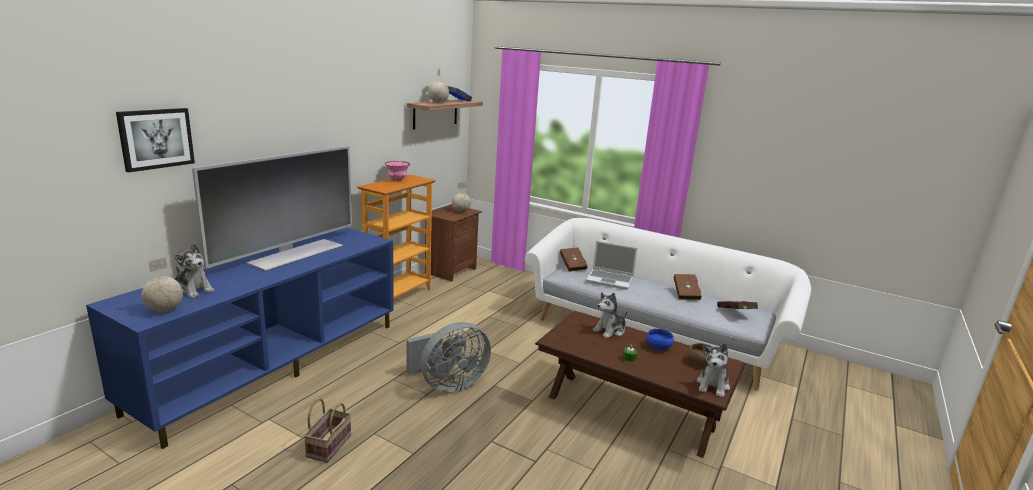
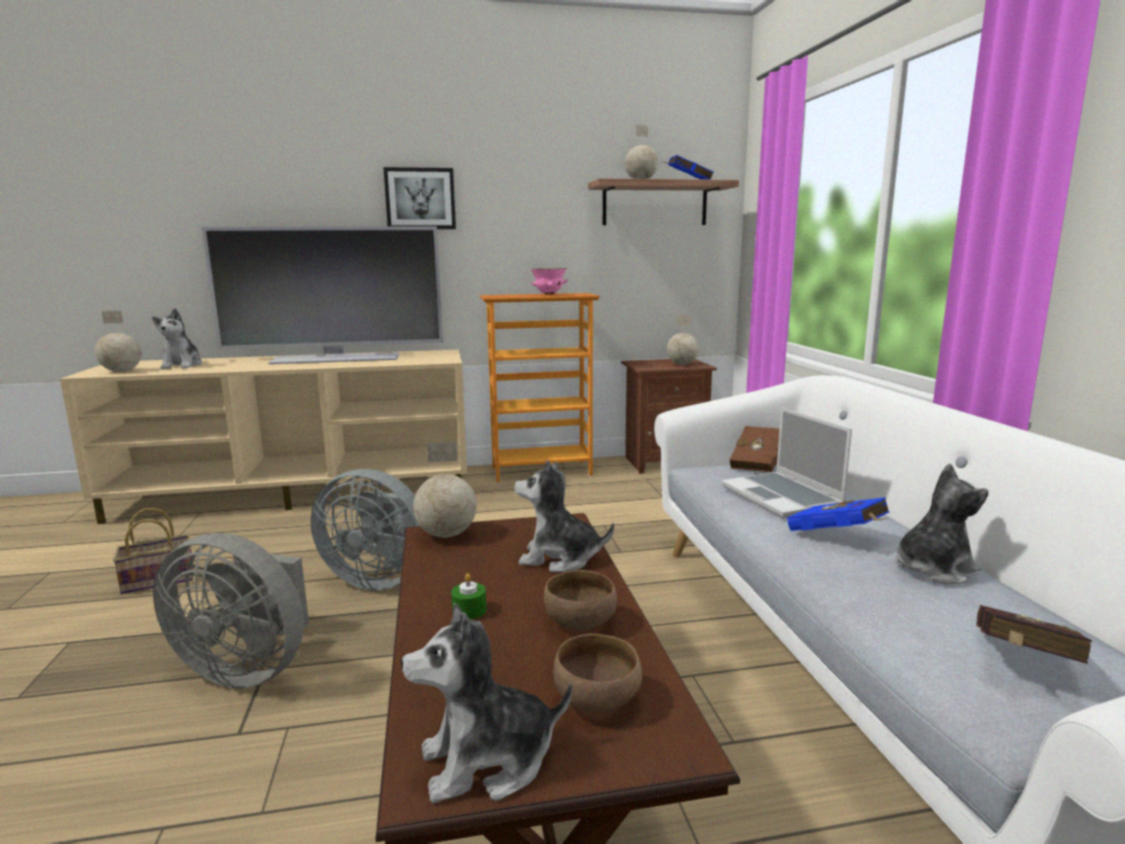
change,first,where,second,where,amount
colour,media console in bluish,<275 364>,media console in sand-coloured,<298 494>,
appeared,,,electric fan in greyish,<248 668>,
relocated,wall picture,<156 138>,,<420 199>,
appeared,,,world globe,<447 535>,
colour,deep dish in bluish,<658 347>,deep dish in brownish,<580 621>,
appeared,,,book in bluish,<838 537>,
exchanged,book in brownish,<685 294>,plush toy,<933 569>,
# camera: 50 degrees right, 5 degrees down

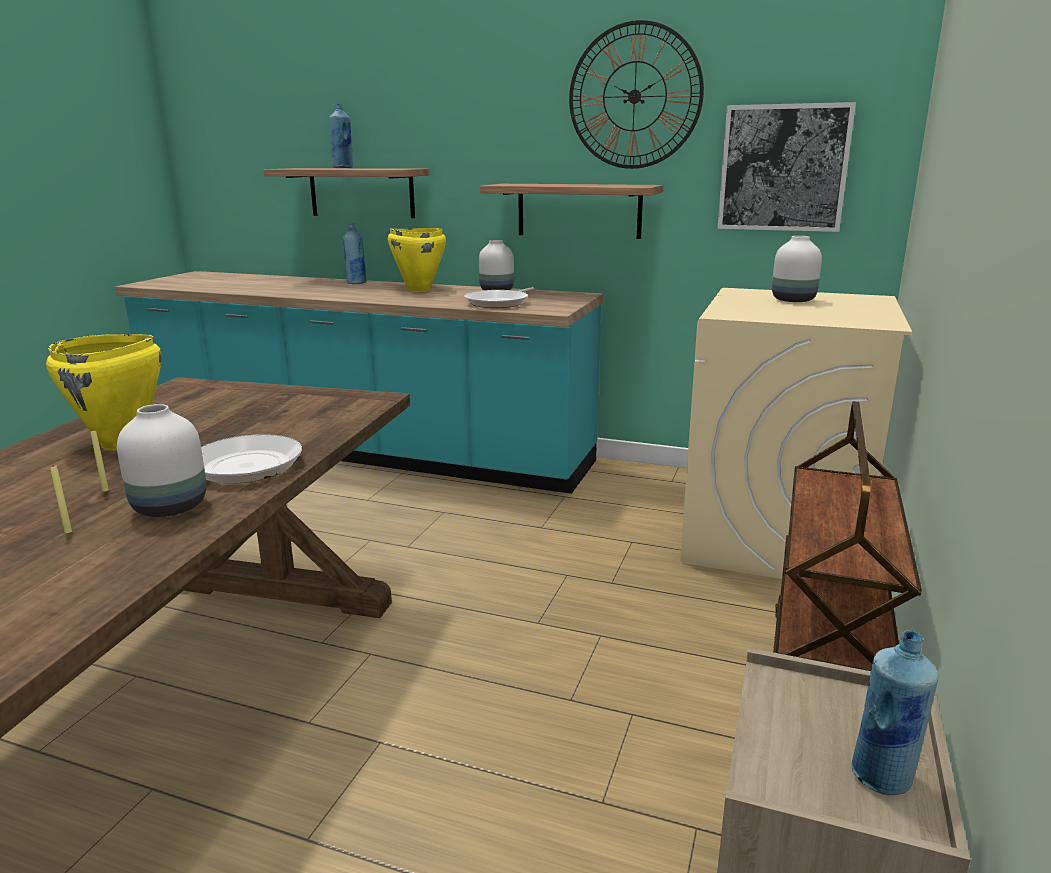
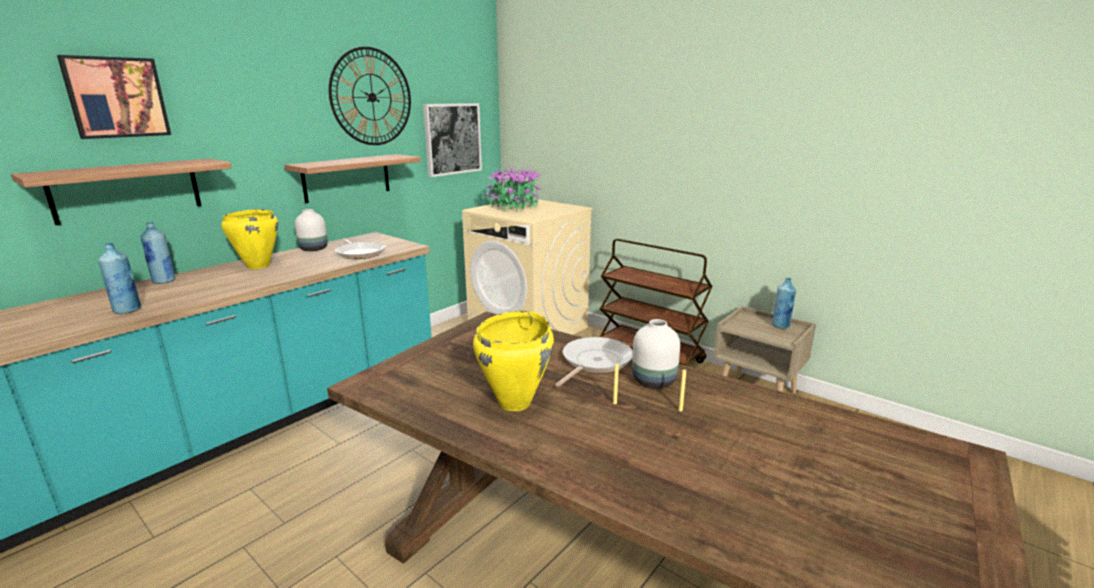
change,first,where,second,where,amount
appeared,,,wall picture,<116 97>,
relocated,drink bottle in bluish,<343 168>,,<127 310>,
exchanged,decorative vase in white,<792 300>,potted plant,<513 207>,
# camera: 70 degrees left, 0 degrees up

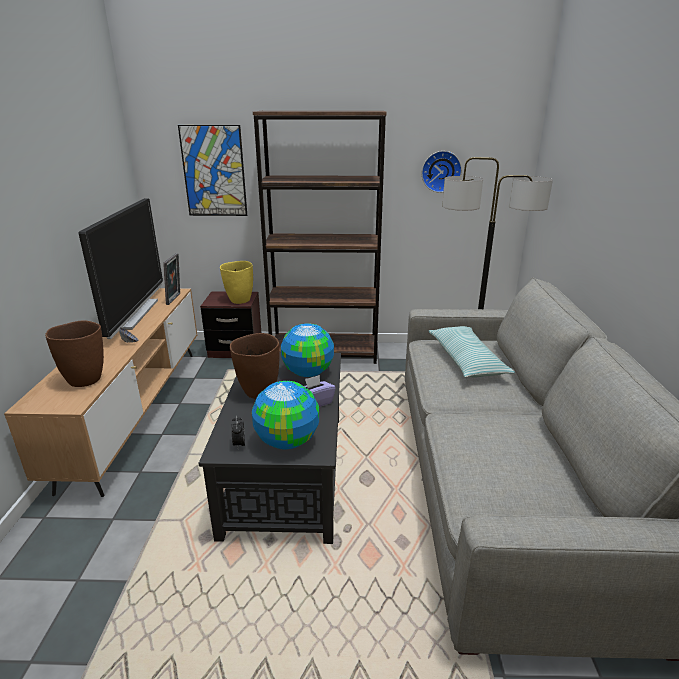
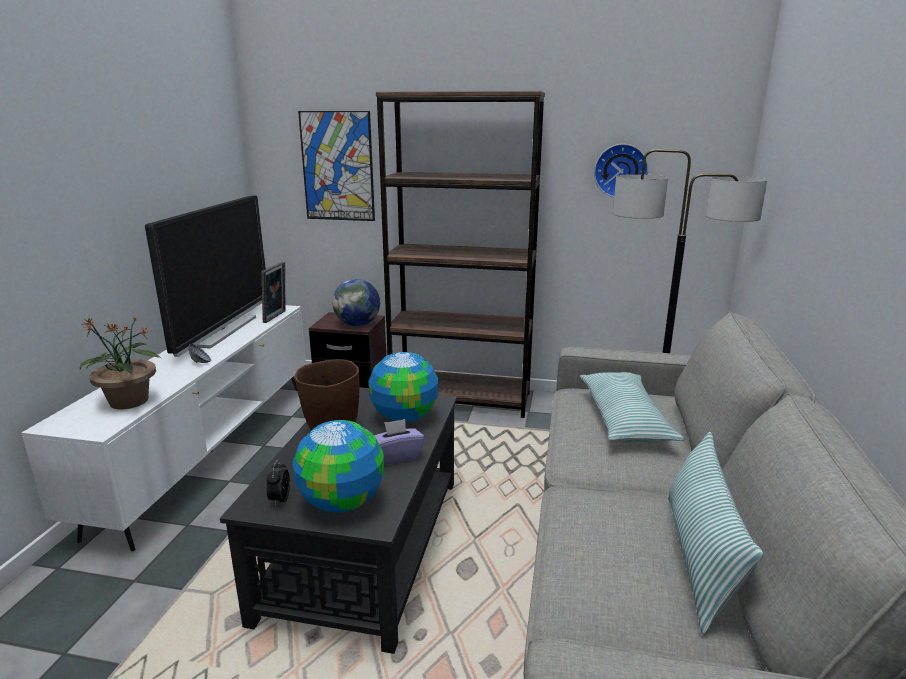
change,first,where,second,where,amount
colour,media console in brownish,<137 411>,media console in white,<211 450>,
exchanged,decorative vase in brownish,<85 380>,potted plant,<129 402>,
exchanged,decorative vase in yellow-coloured,<239 300>,world globe,<357 324>,
appeared,,,pillow,<699 558>,
# camera: 10 degrees right, 5 degrees down

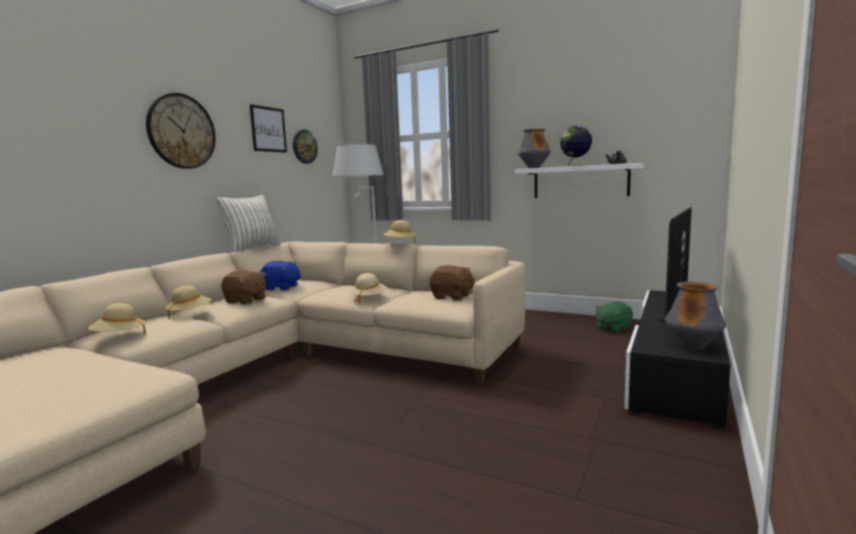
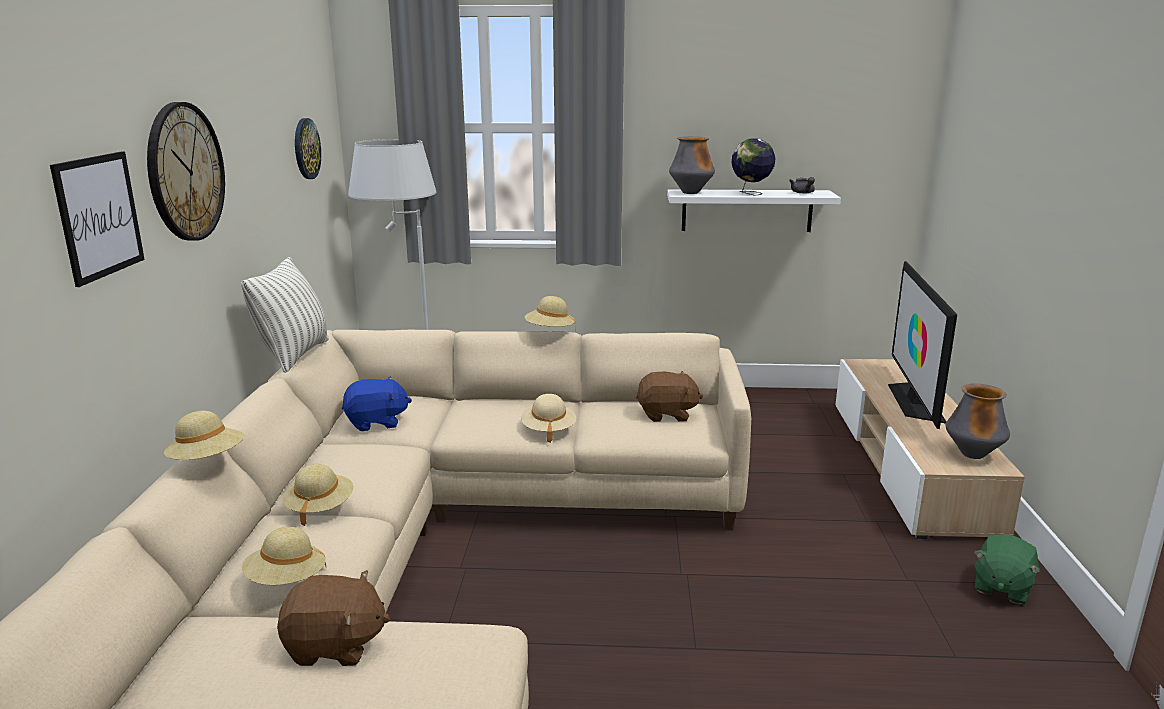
change,first,where,second,where,amount
relocated,wall picture,<268 129>,,<99 216>,
appeared,,,hat in sand-coloured,<208 460>,
relocated,plush toy in brownish,<245 301>,,<335 646>,
colour,media console in black,<675 368>,media console in sand-coloured,<909 464>,
relocated,plush toy in greenish,<613 328>,,<1001 587>,
# camera: 25 degrees left, 10 degrees up

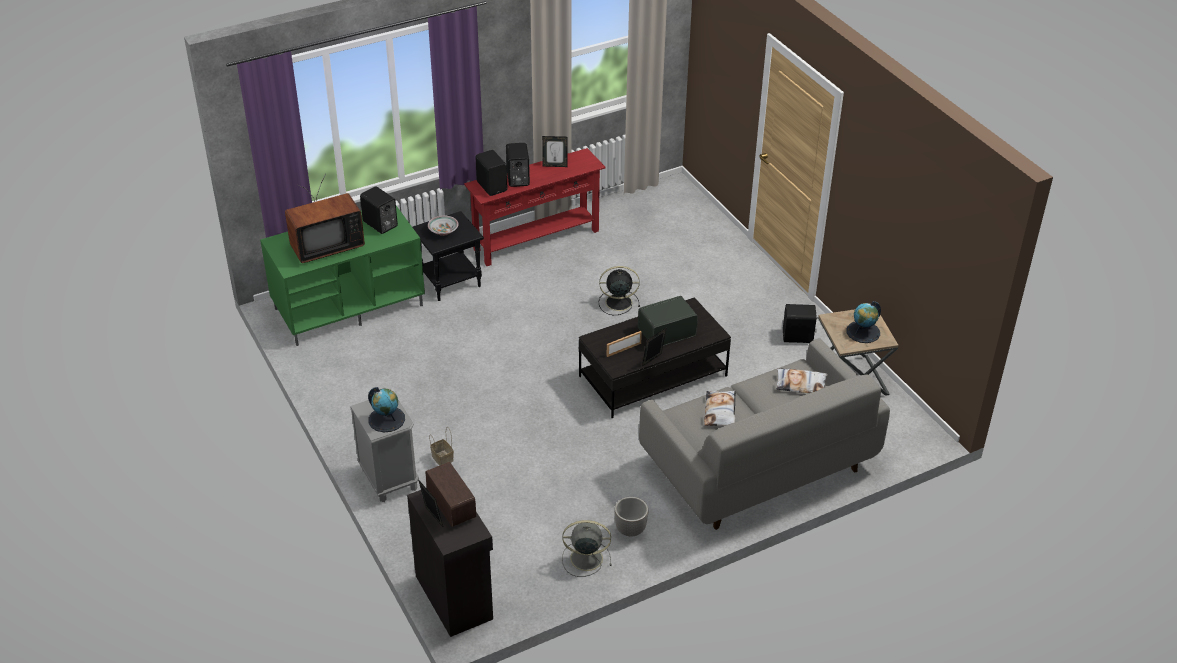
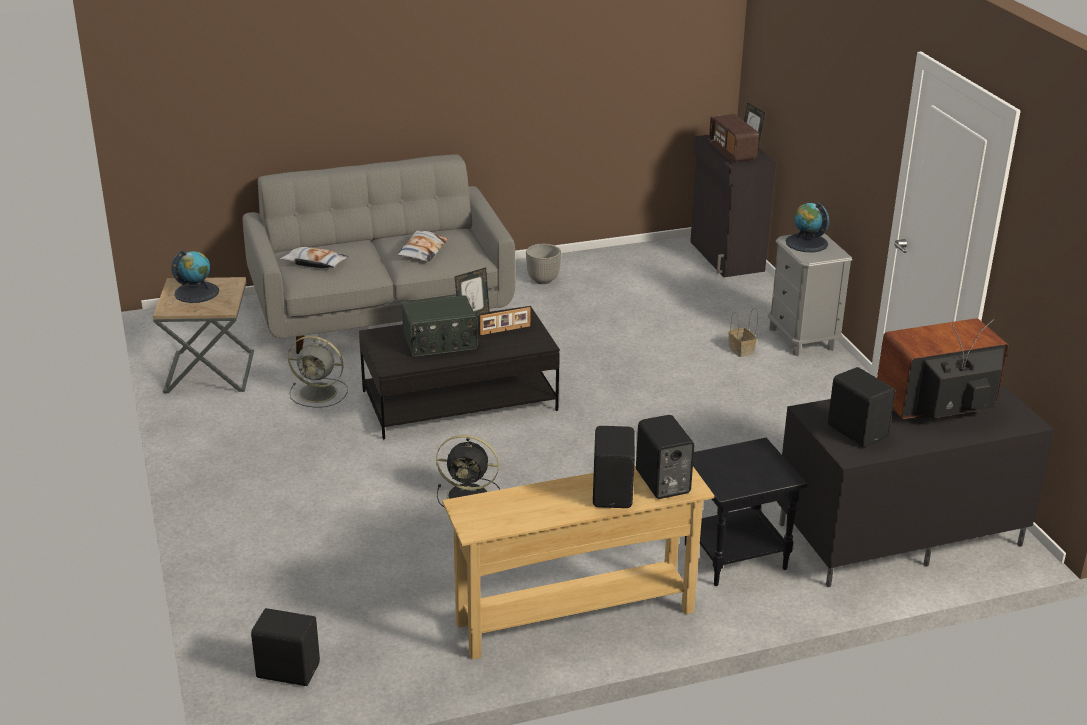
change,first,where,second,where,amount
relocated,loudspeaker in black,<798 337>,,<288 670>,
relocated,electric fan in greyish,<584 558>,,<319 393>,
colour,console table in red-coloured,<536 240>,console table in sand-coloured,<575 617>,
colour,media console in greenish,<349 306>,media console in black,<899 536>,
missing,deep dish,<443 231>,,,
missing,standing frame,<555 165>,,,
# camera: 170 degrees left, 10 degrees down

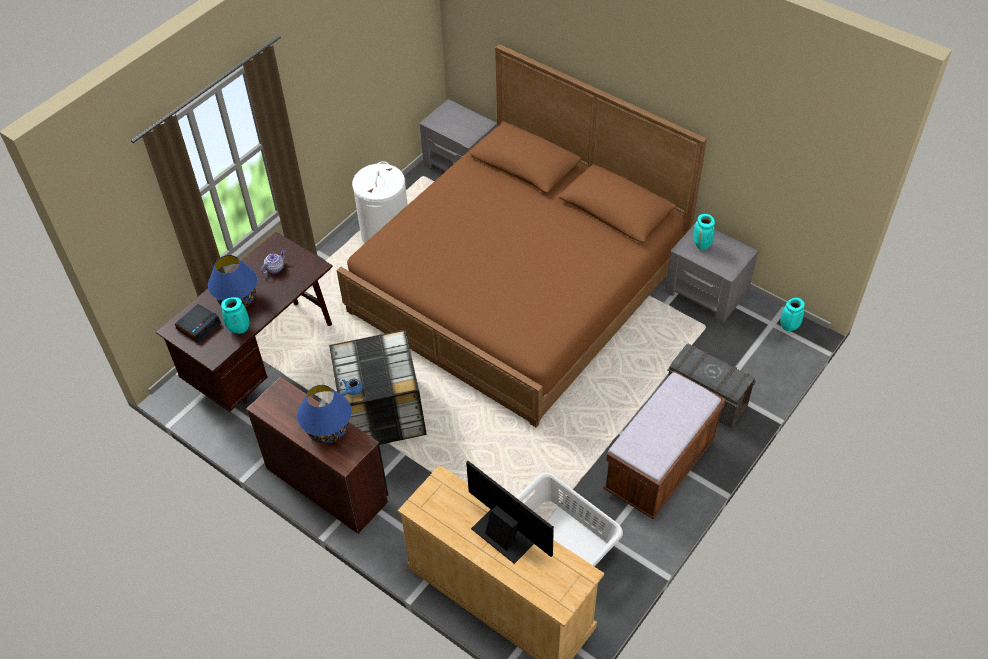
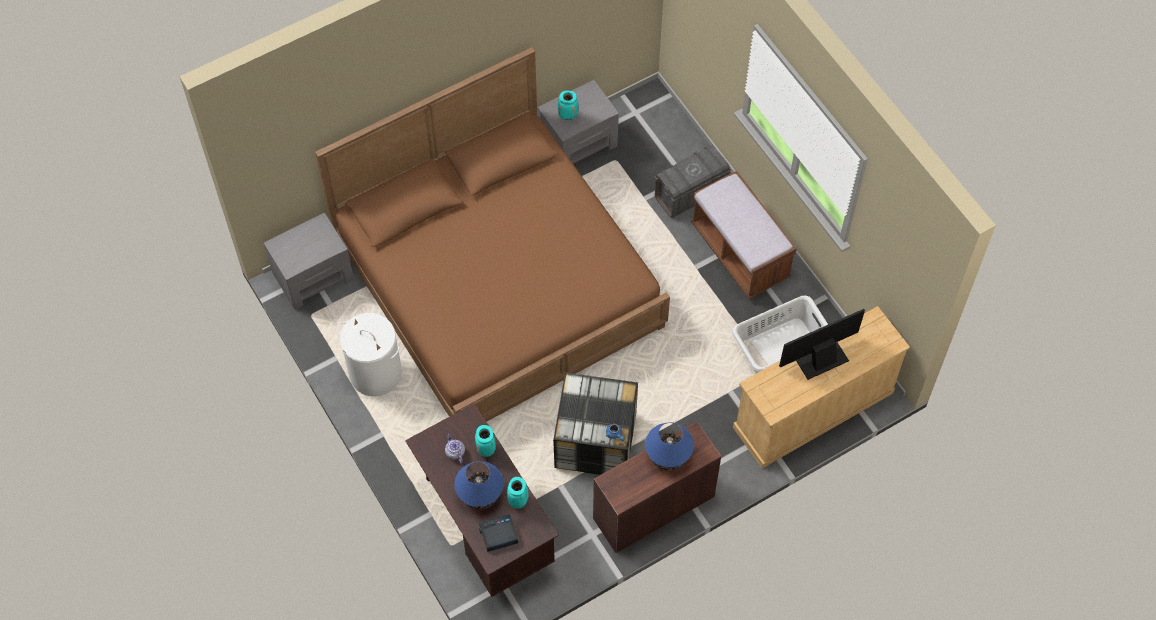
change,first,where,second,where,amount
relocated,decorative vase in turquoise-coloured,<789 327>,,<486 450>,
spun,bedside clock,<199 326>,,<498 535>,75 degrees counterclockwise
# camera: 70 degrees left, 10 degrees up

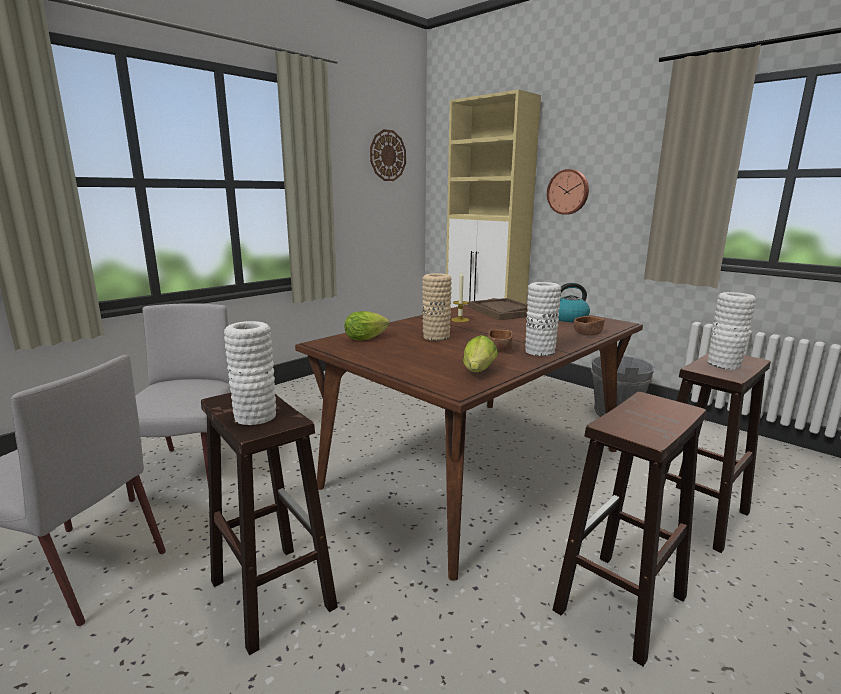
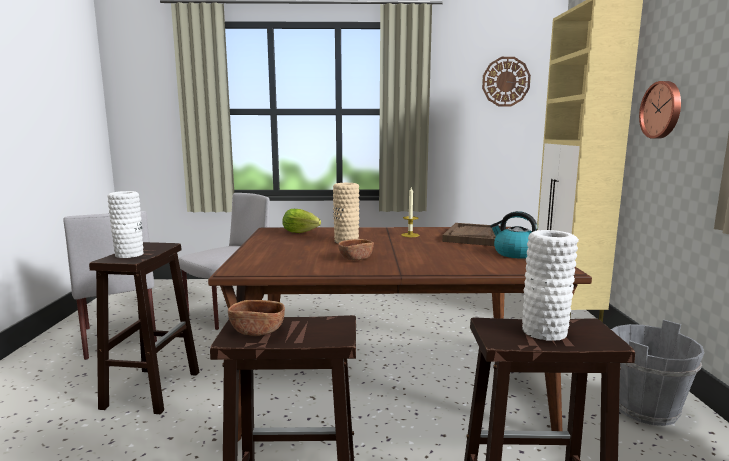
change,first,where,second,where,amount
relocated,deep dish in brownish,<587 334>,,<257 330>,
missing,lettuce head,<478 373>,,,
missing,decorative vase in white,<539 351>,,,
# camera: 45 degrees right, 5 degrees down

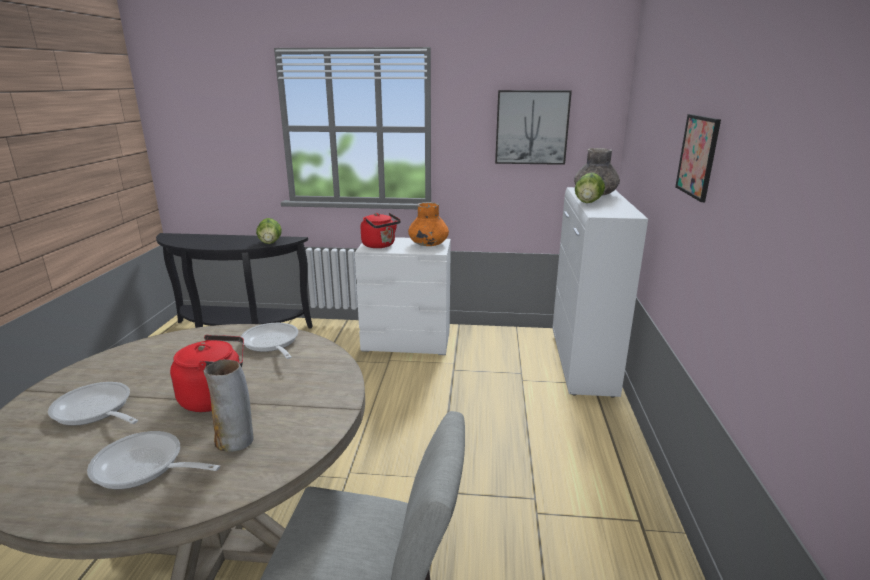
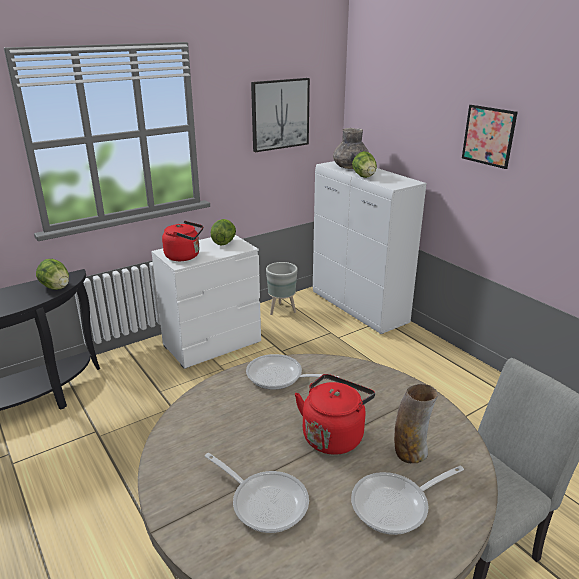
change,first,where,second,where,amount
spun,skillet,<95 411>,,<265 501>,135 degrees counterclockwise
exchanged,decorative vase in orangey,<428 244>,lettuce head,<224 242>,
appeared,,,flower pot in greyish,<282 310>,
# camera: 40 degrees left, 5 degrees up

